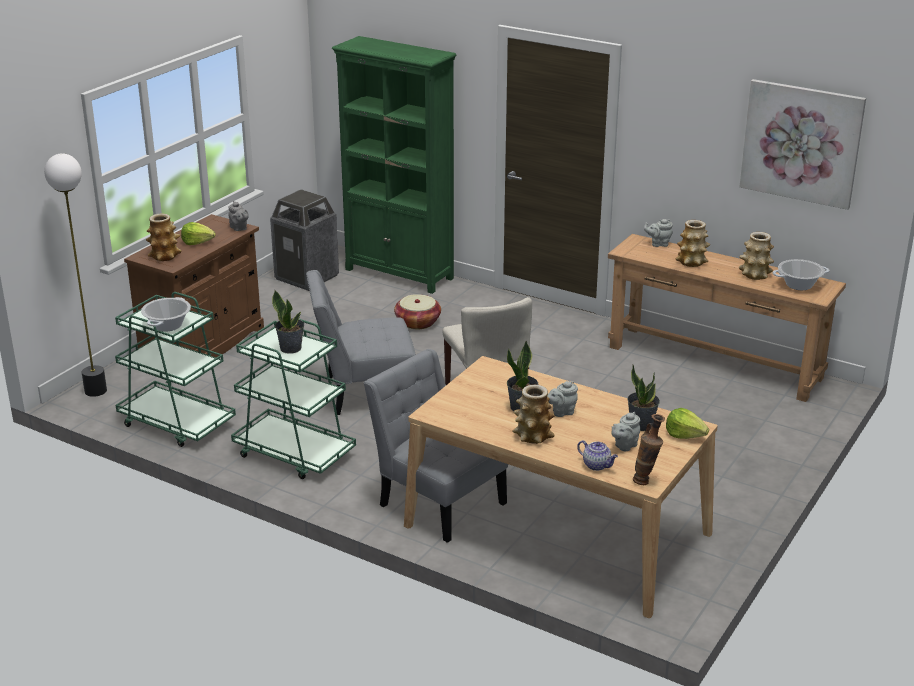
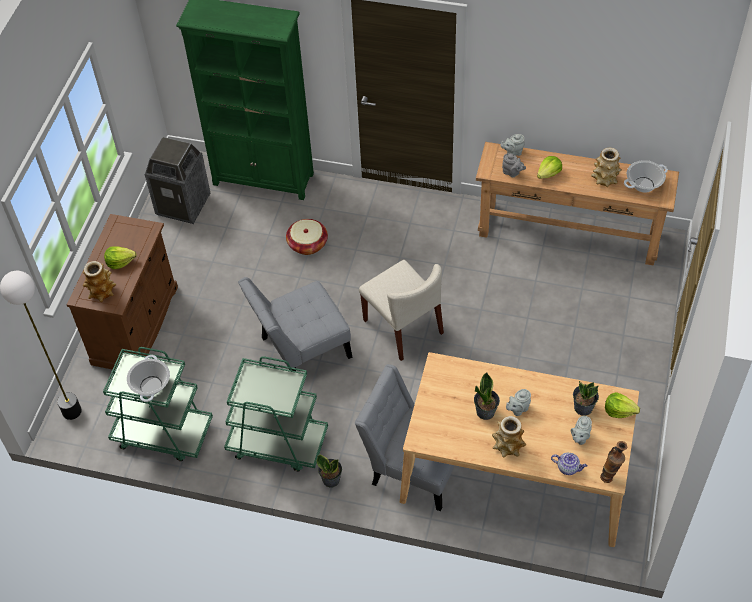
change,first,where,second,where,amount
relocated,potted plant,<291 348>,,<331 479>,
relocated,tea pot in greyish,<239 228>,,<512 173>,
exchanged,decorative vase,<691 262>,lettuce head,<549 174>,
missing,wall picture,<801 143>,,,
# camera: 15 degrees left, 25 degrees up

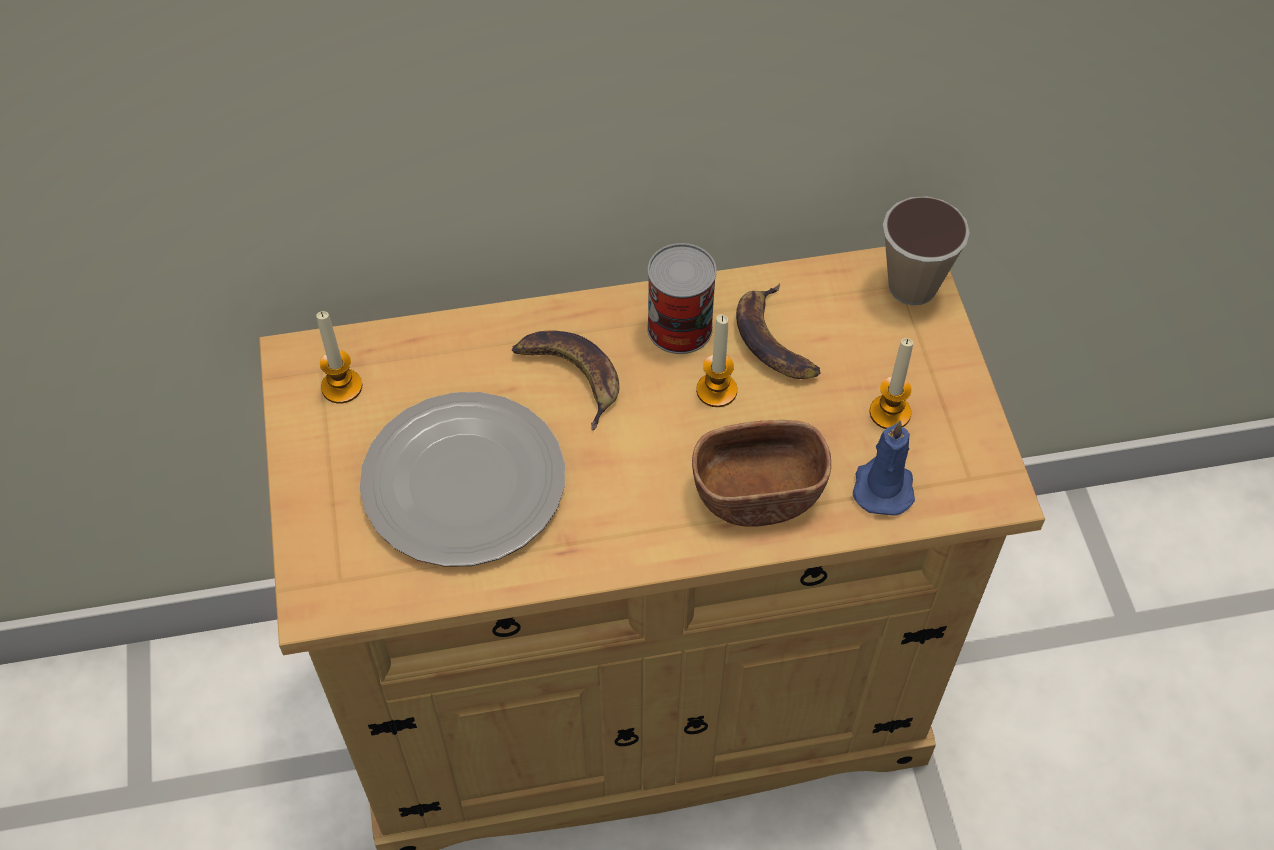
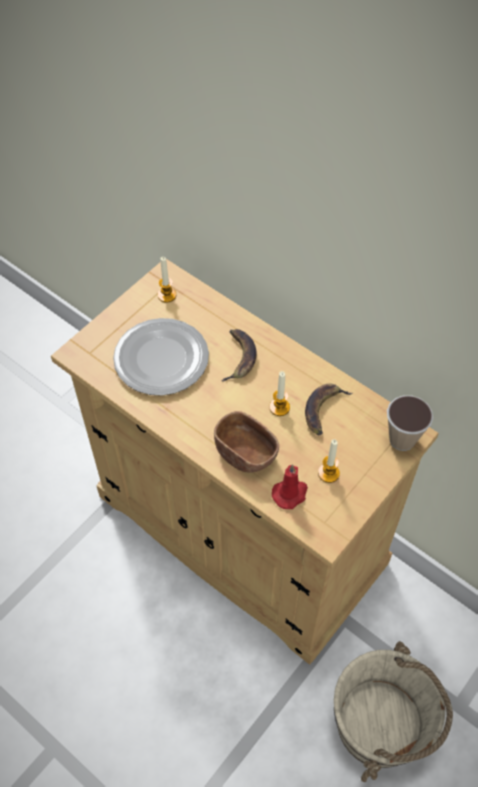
change,first,where,second,where,amount
colour,wax light in bluish,<883 485>,wax light in red-coloured,<290 493>,
appeared,,,bucket in sand-coloured,<380 724>,
missing,metal can,<679 327>,,,
# camera: 50 degrees right, 0 degrees up

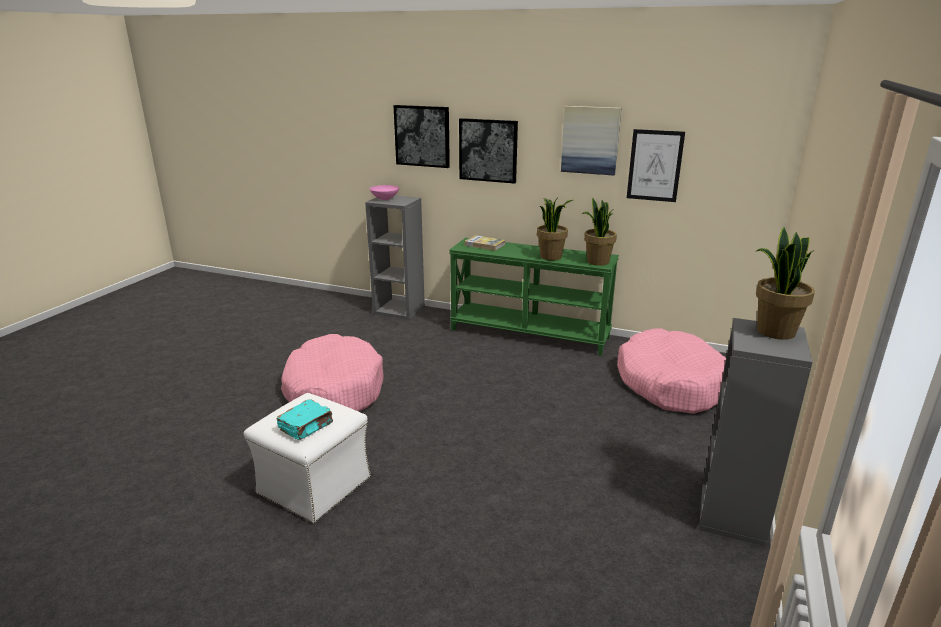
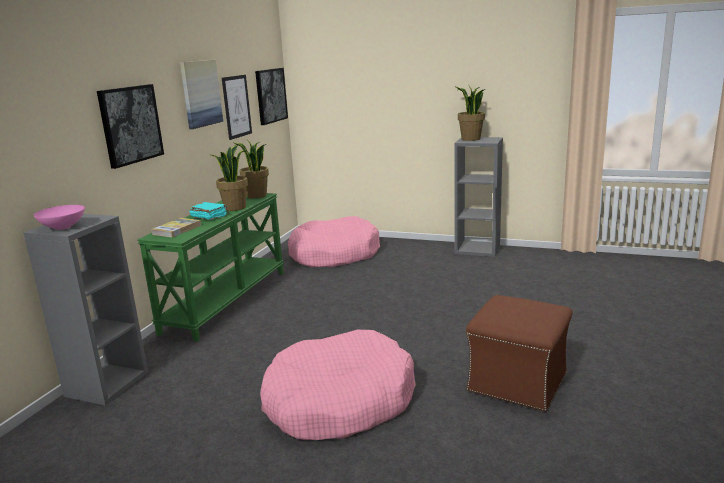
change,first,where,second,where,amount
relocated,book in turquoise-coloured,<306 427>,,<209 217>,
relocated,wall picture,<422 136>,,<270 95>,
colour,pouffe in white,<313 486>,pouffe in brownish,<518 382>,
# camera: 90 degrees left, 5 degrees down

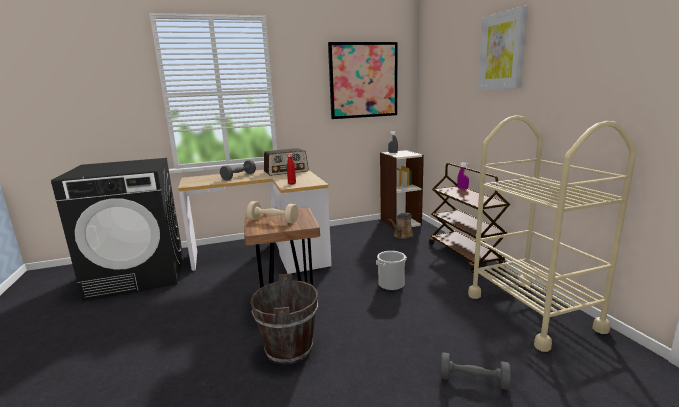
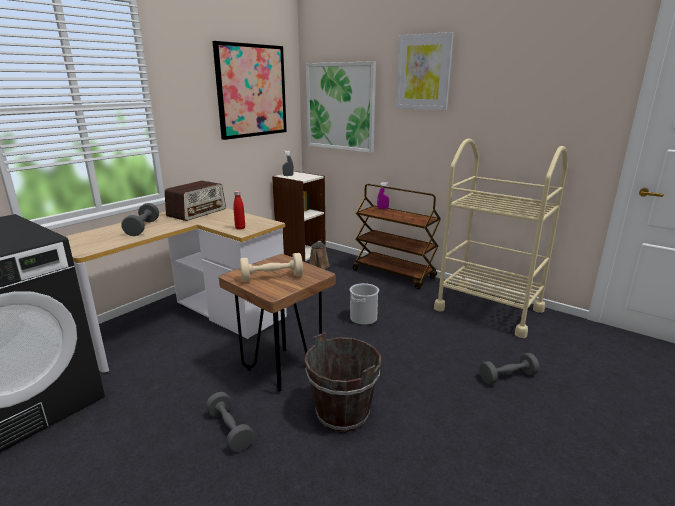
change,first,where,second,where,amount
appeared,,,free weight in greyish,<230 430>,
appeared,,,wall picture,<340 107>,
# camera: 35 degrees left, 5 degrees up

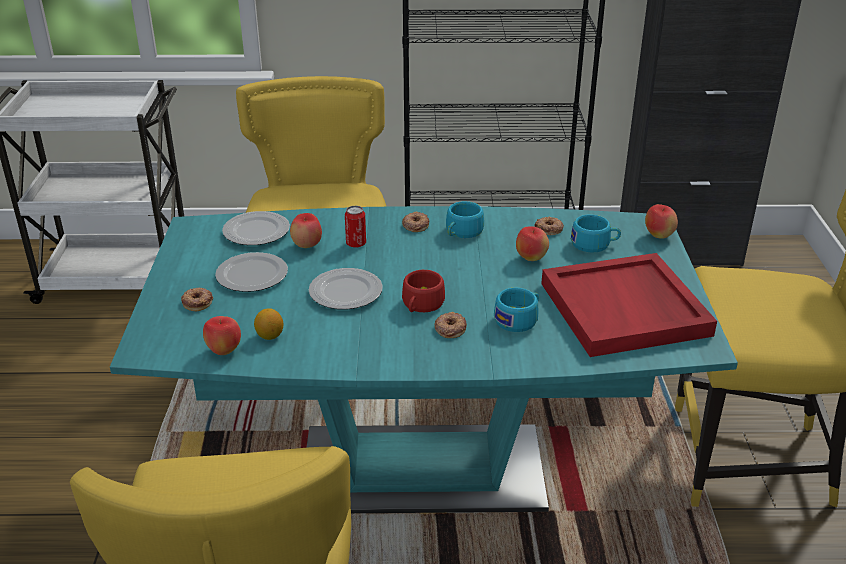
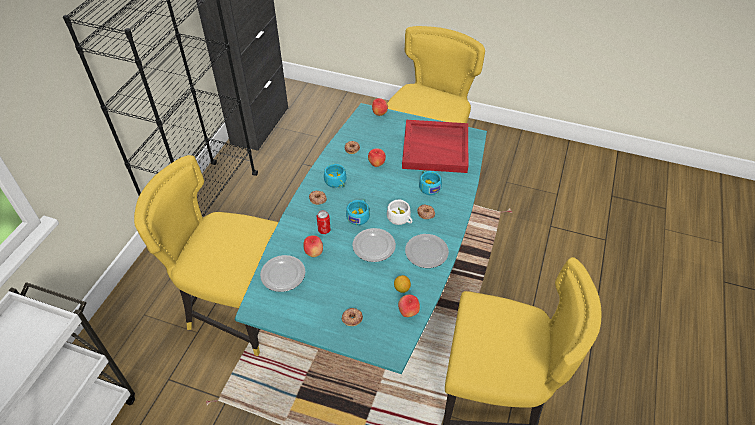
change,first,where,second,where,amount
relocated,drinking cup in turquoise-coloured,<594 244>,,<359 215>,
colour,drinking cup in red-coloured,<421 305>,drinking cup in white,<400 219>,
relocated,dinner plate,<253 274>,,<426 251>,
# camera: 70 degrees left, 15 degrees up

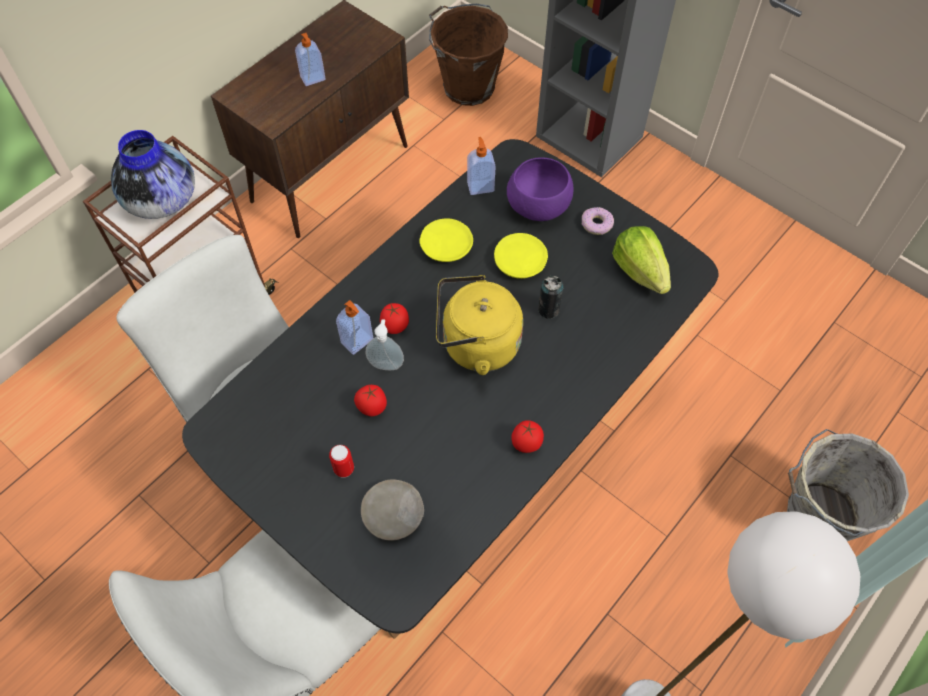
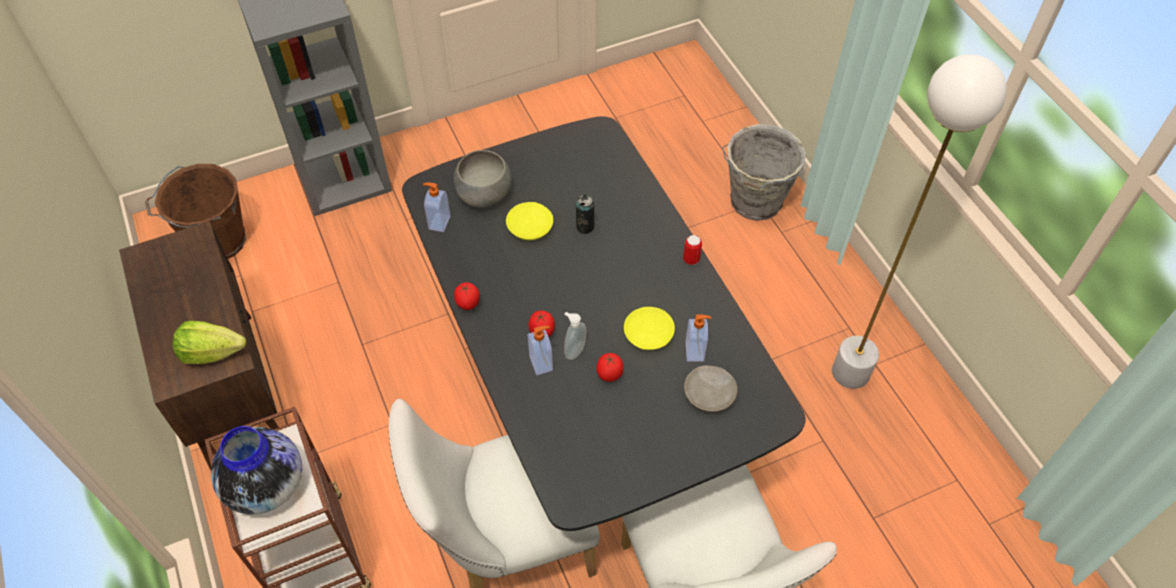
change,first,where,second,where,amount
relocated,lettuce head,<640 271>,,<212 352>,
colour,deep dish in purplish,<539 205>,deep dish in greyish,<483 193>,
relocated,whole tomato,<526 443>,,<468 304>,
relocated,dinner plate in yellow-coloured,<446 246>,,<648 333>,
relocated,metal can,<344 468>,,<691 259>,
relocated,soap bottle,<313 79>,,<695 351>,
missing,water kettle in yellow-coloured,<476 345>,,,
missing,doughnut,<596 224>,,,
# camera: 65 degrees left, 5 degrees down

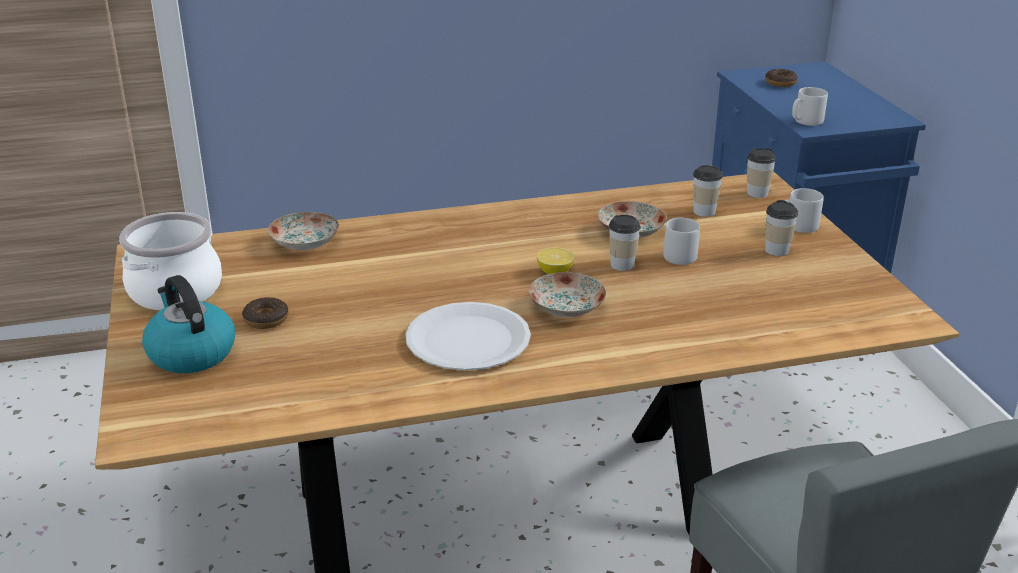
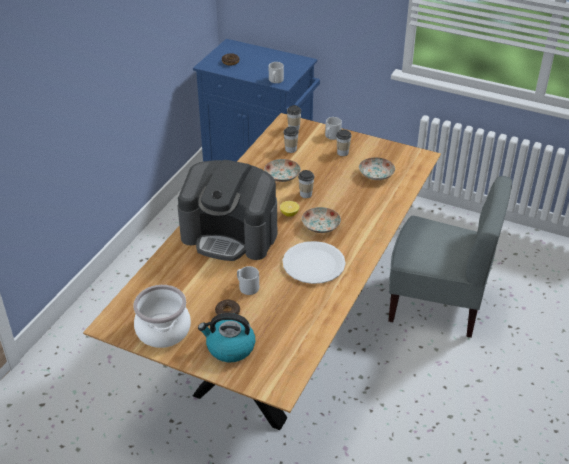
change,first,where,second,where,amount
appeared,,,coffee brewer,<230 235>,
relocated,tea mug in greyish,<679 255>,,<247 287>,
relocated,dinner plate,<306 243>,,<376 175>,
# camera: 50 degrees left, 10 degrees up

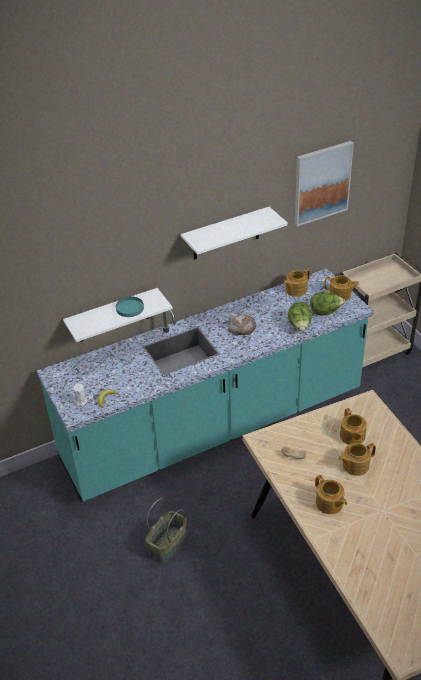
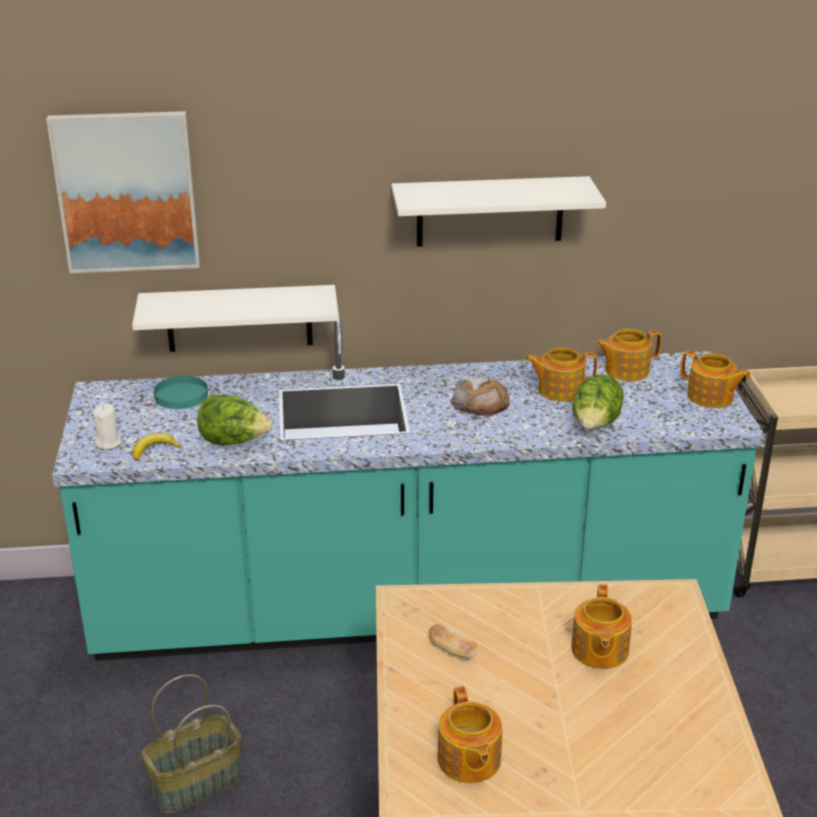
change,first,where,second,where,amount
relocated,wall picture,<322 183>,,<126 192>,
relocated,dinner plate in turquoise-coloured,<129 308>,,<181 395>,
relocated,lettuce head,<325 312>,,<234 442>,
relocated,tea pot,<355 465>,,<559 390>,
# camera: 20 degrees right, 10 degrees down

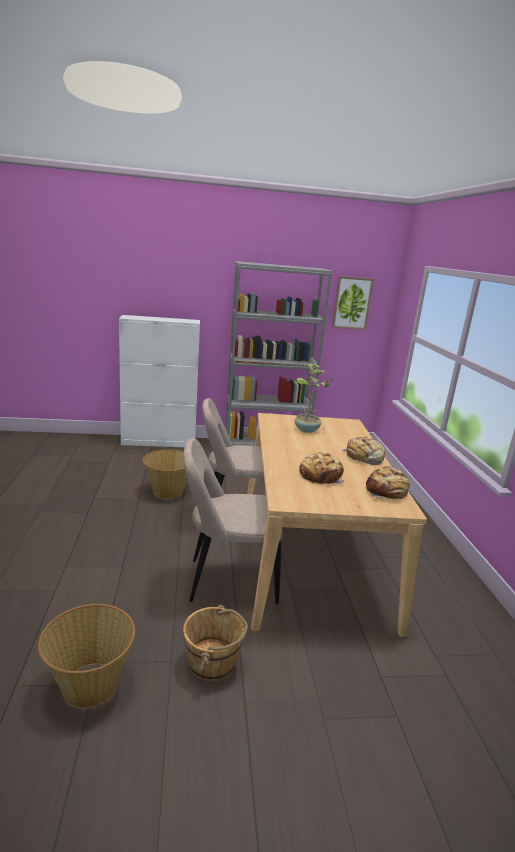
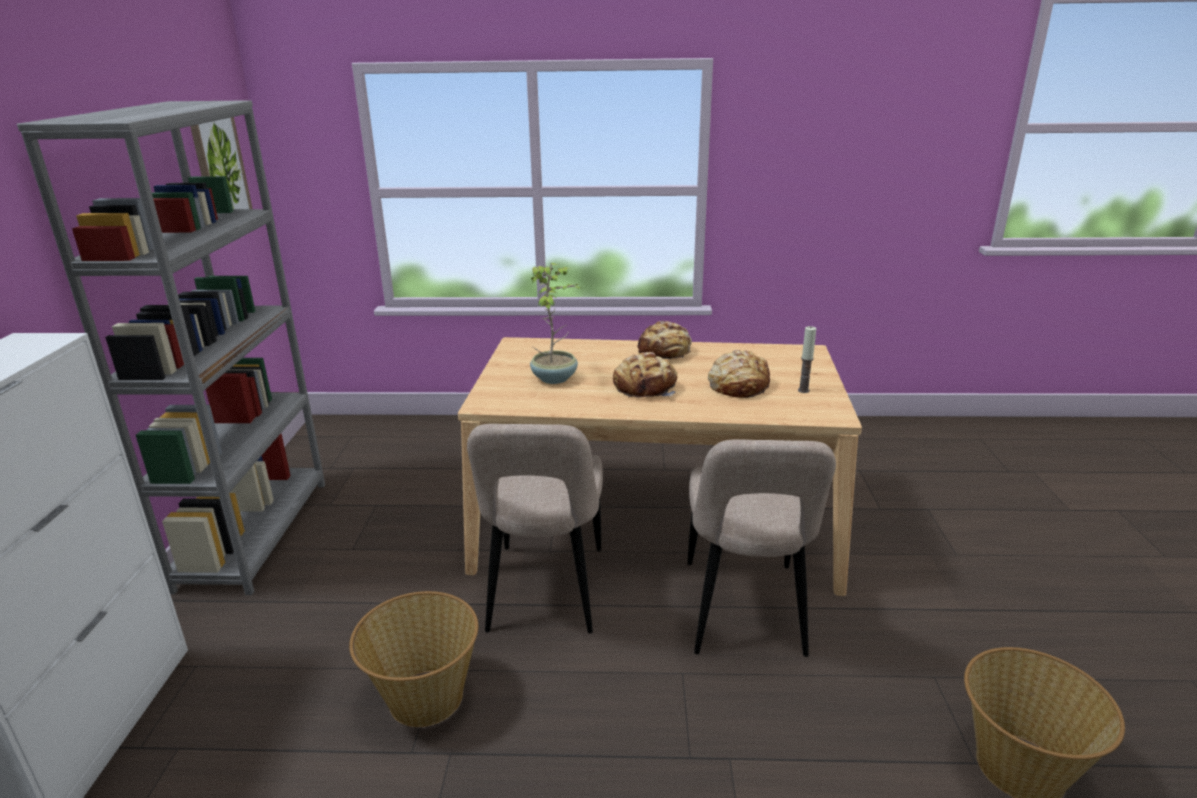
change,first,where,second,where,amount
relocated,baked bread,<386 491>,,<645 387>,
appeared,,,wax light,<803 390>,
missing,bucket in brownish,<213 662>,,,
# camera: 80 degrees left, 5 degrees up

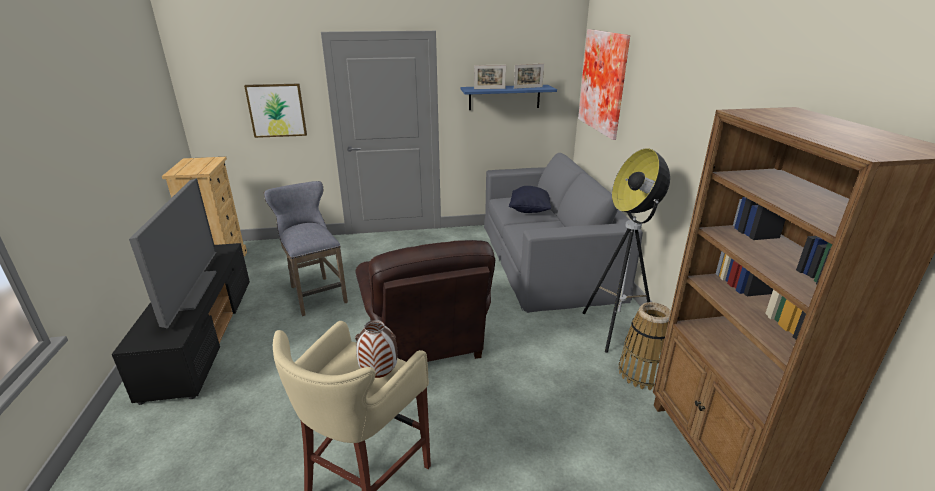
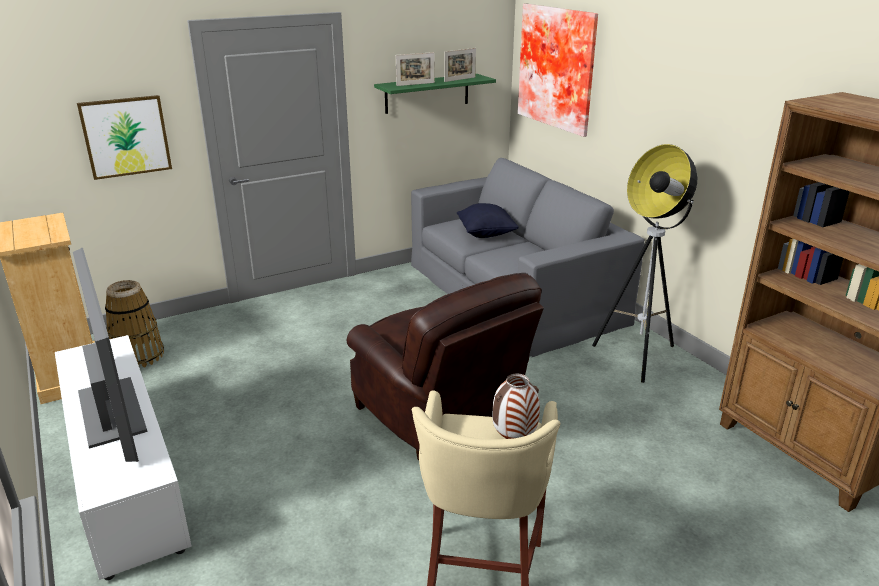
change,first,where,second,where,amount
colour,media console in black,<201 334>,media console in white,<123 472>,
relocated,basket,<643 373>,,<138 356>,
colour,bracket shelf in bluish,<504 97>,bracket shelf in greenish,<427 93>,
missing,stool in greyish,<315 293>,,,
# camera: 20 degrees left, 0 degrees up

